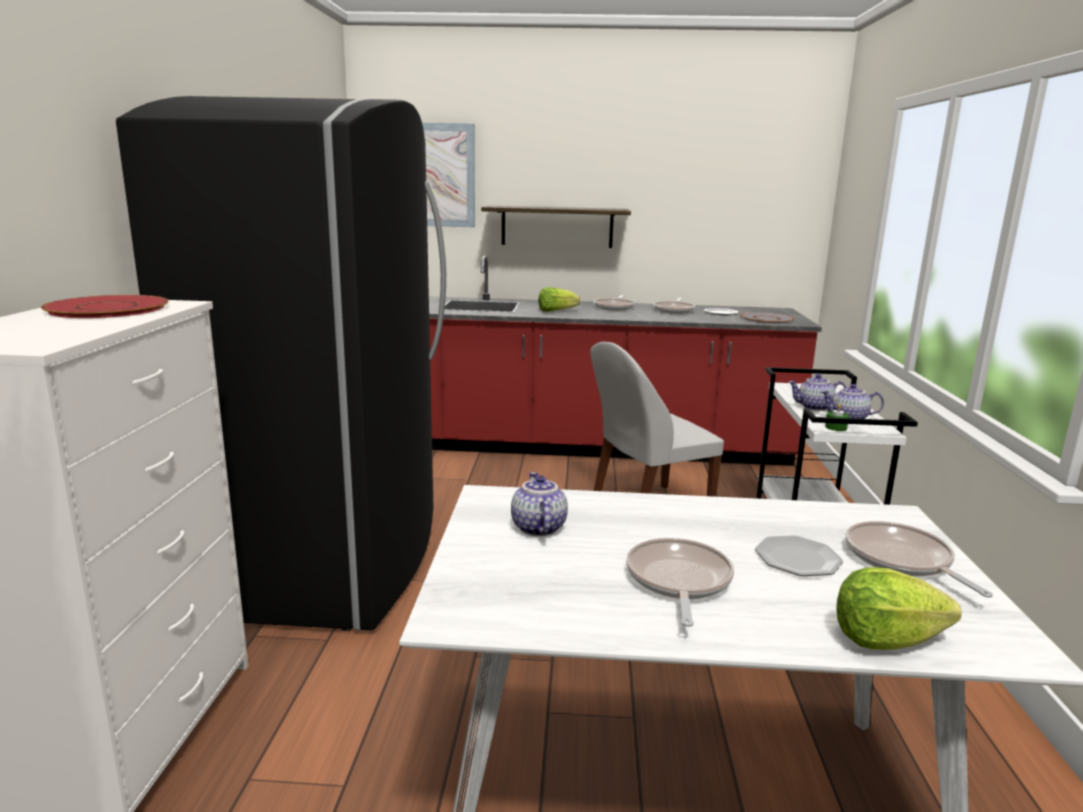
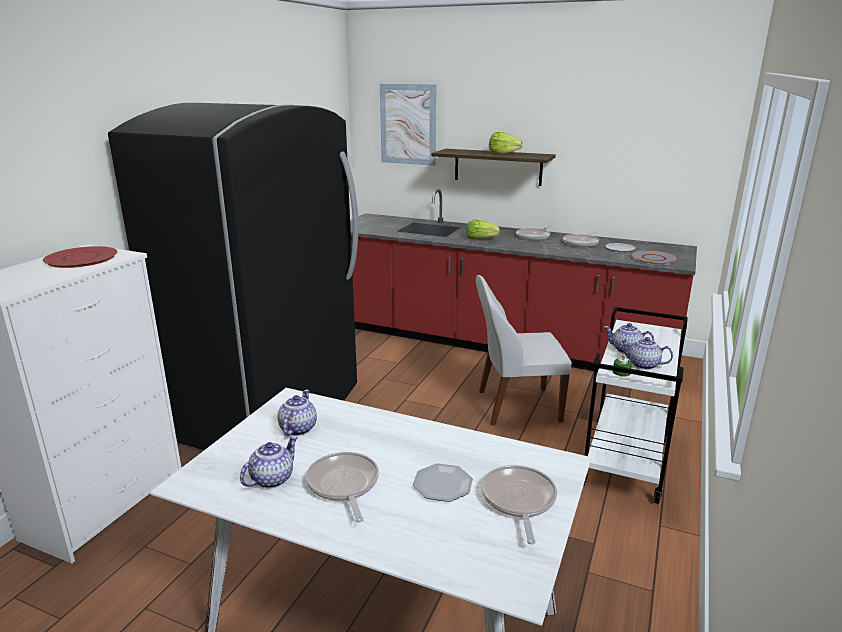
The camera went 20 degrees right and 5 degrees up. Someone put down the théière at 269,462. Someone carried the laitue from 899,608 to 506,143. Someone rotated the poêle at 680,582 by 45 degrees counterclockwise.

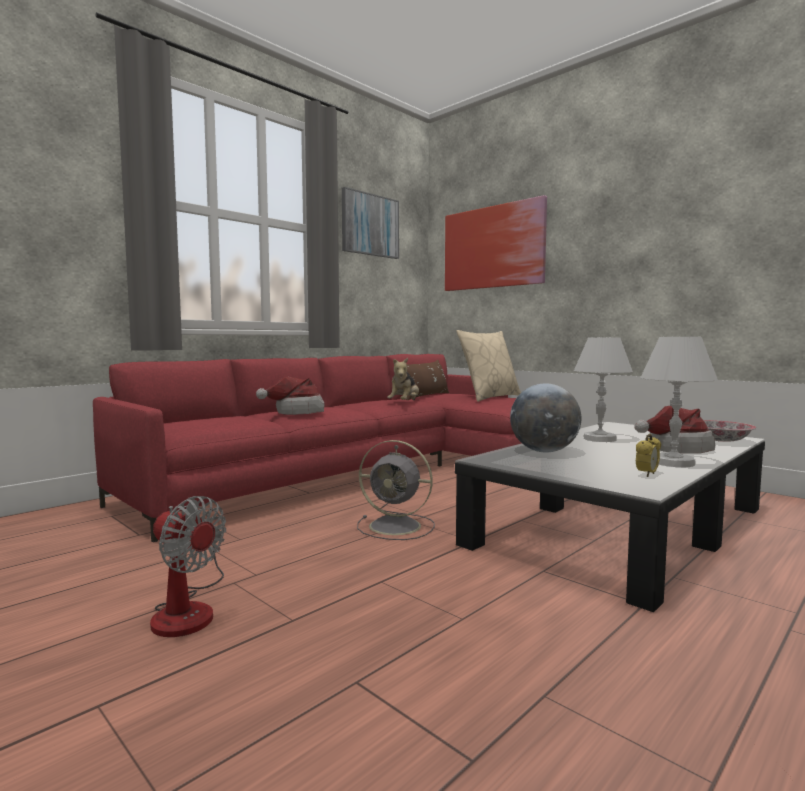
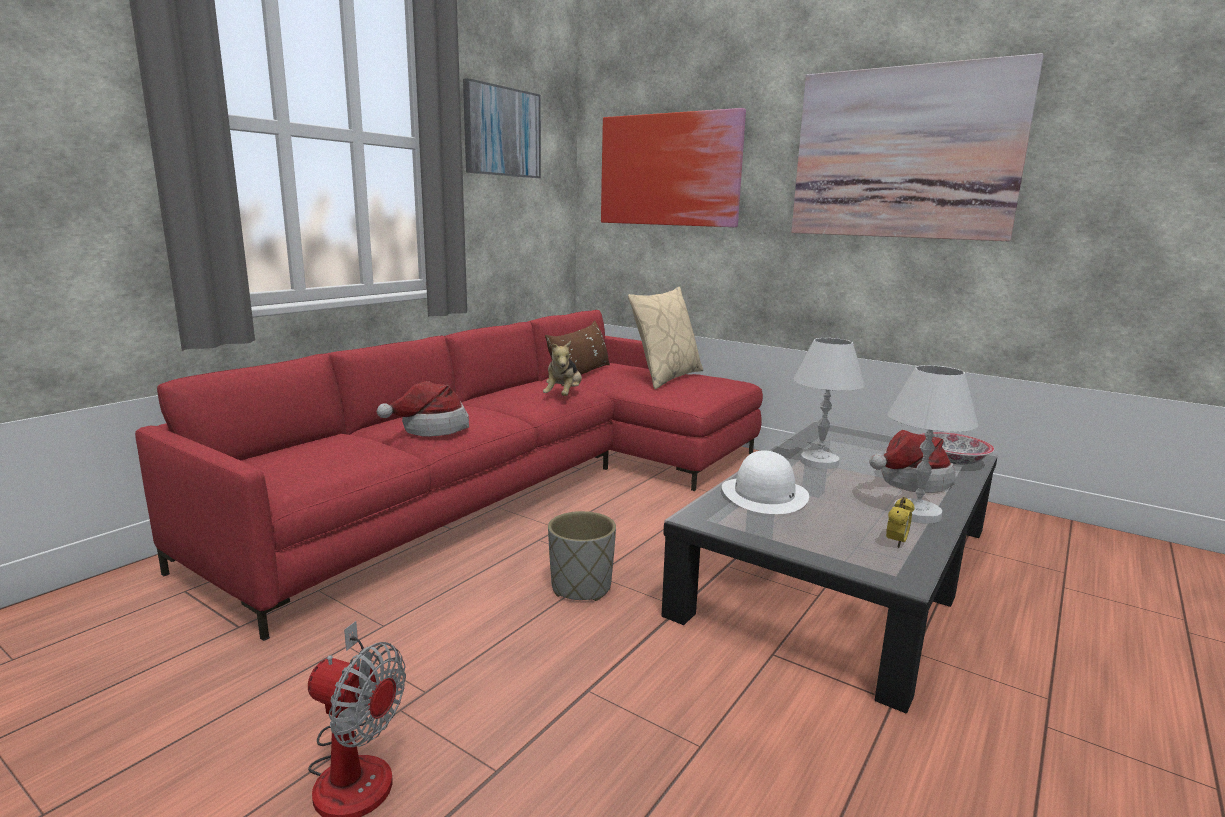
The camera went 10 degrees left and 10 degrees up. Someone put up the tableau at 917,147. Someone swapped the ventilateur/gris at 396,490 for the cache-pot/gris at 582,556. Someone swapped the globe at 545,417 for the chapeau/blanc at 765,482.

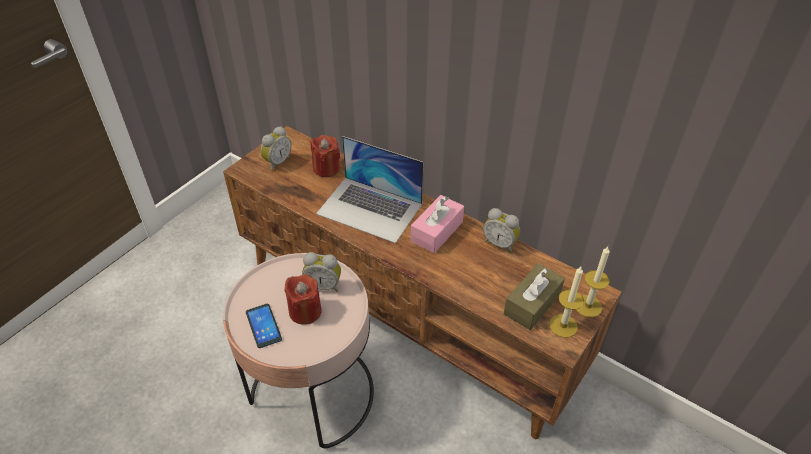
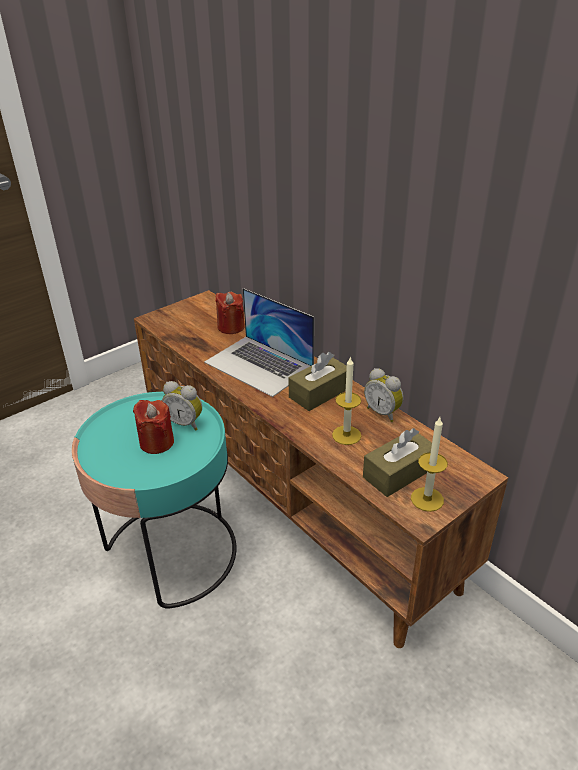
The camera went 15 degrees right and 10 degrees down. Someone took away the téléphone at 264,326. Someone took away the réveil at 276,148. Someone carried the bougie from 593,282 to 346,400. Someone repainted the table d'appoint/rose at 298,350, which became the table d'appoint/turquoise at 154,500. Someone repainted the boîte à mouchoirs/rose at 437,224, which became the boîte à mouchoirs/marron at 317,381.

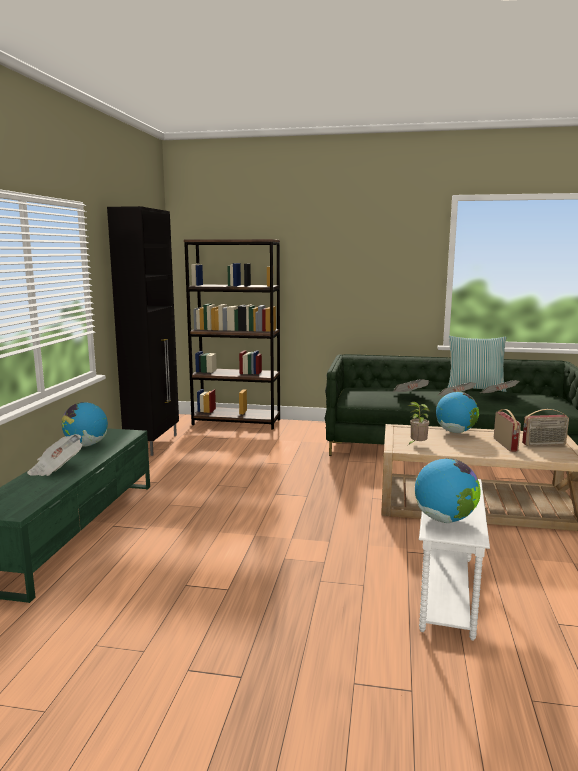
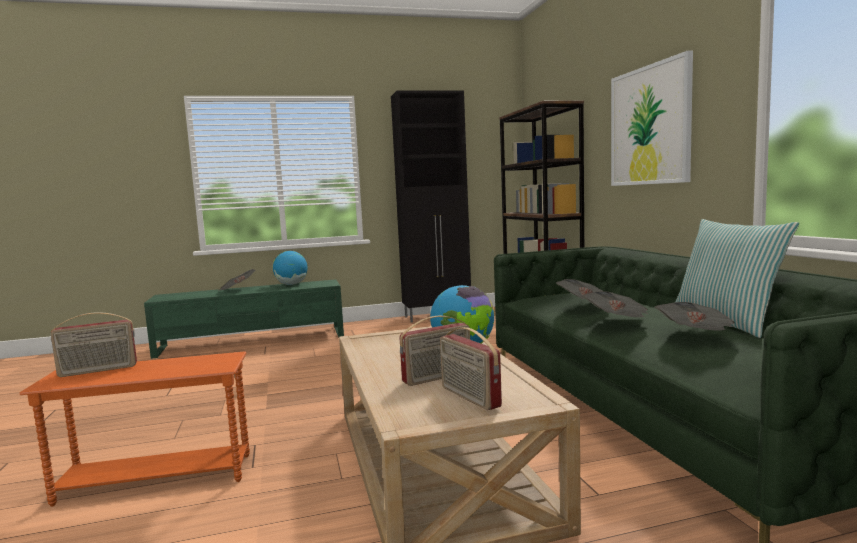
The camera went 65 degrees right and 5 degrees down. Someone took away the plante en pot at 418,424. Someone put up the tableau at 652,118. Someone swapped the globe at 448,490 for the radio at 94,344. Someone repainted the table d'appoint/blanc at 454,560, which became the table d'appoint/orange at 135,429.

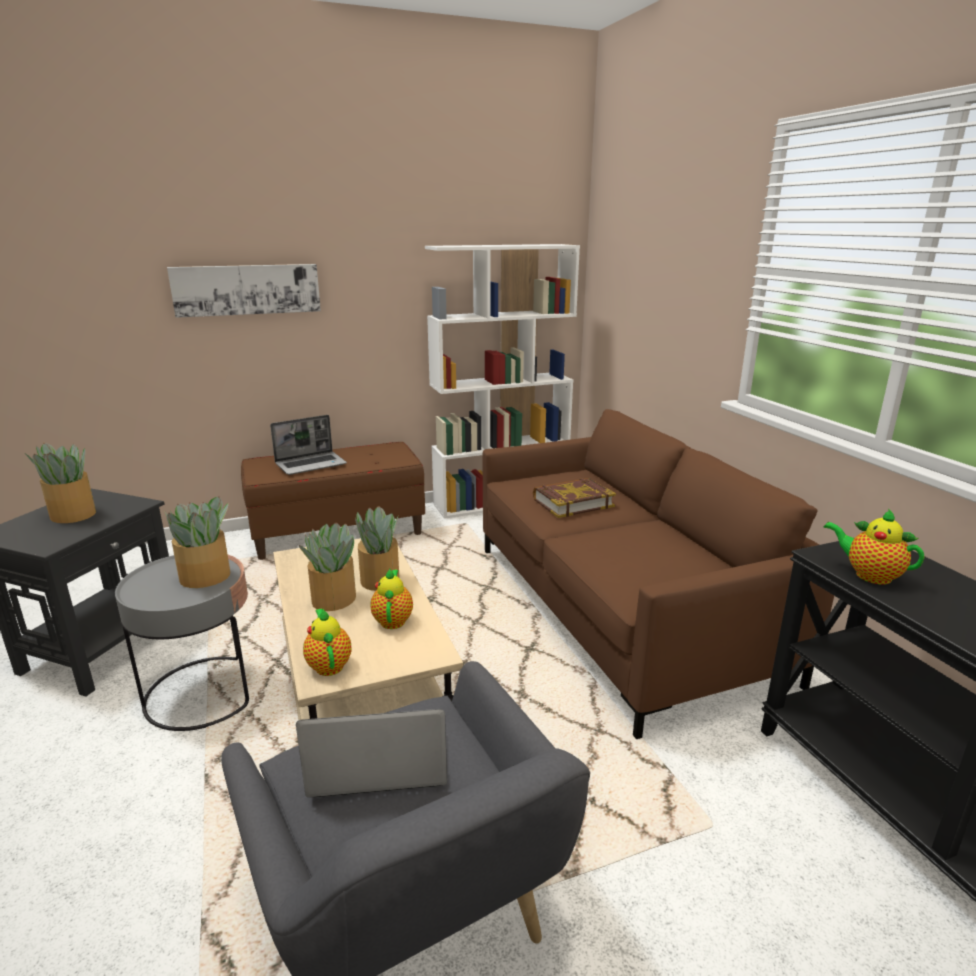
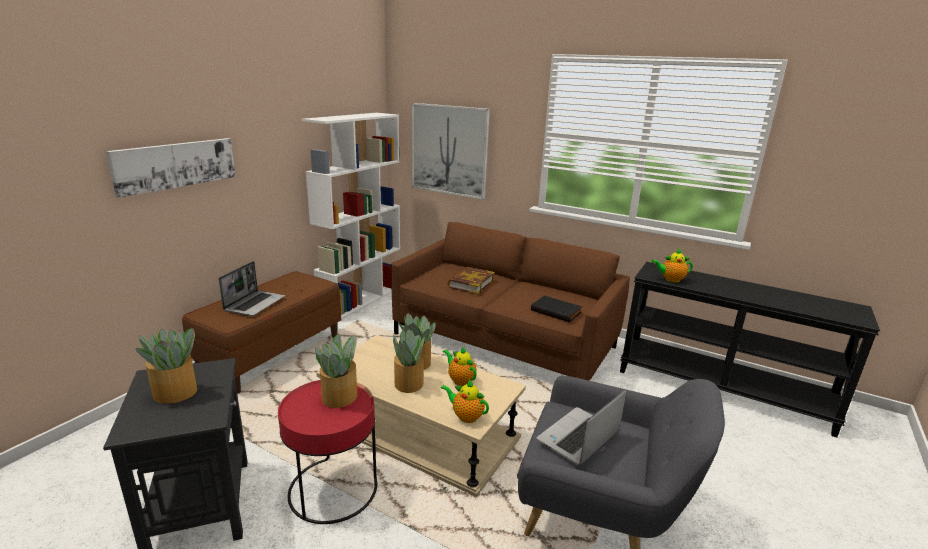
The camera went 40 degrees left and 0 degrees up. Someone put up the tableau at 451,151. Someone put down the livre/noir at 556,309. Someone repainted the table d'appoint/gris at 182,643, which became the table d'appoint/rouge at 327,452.

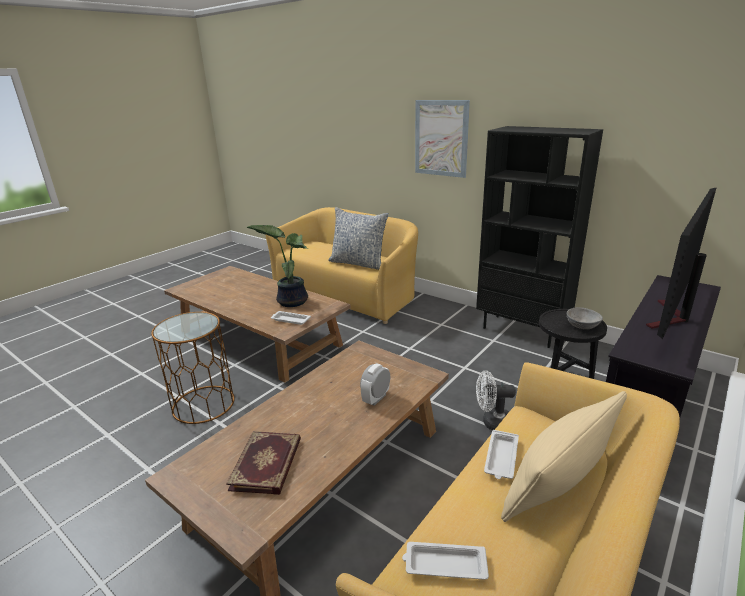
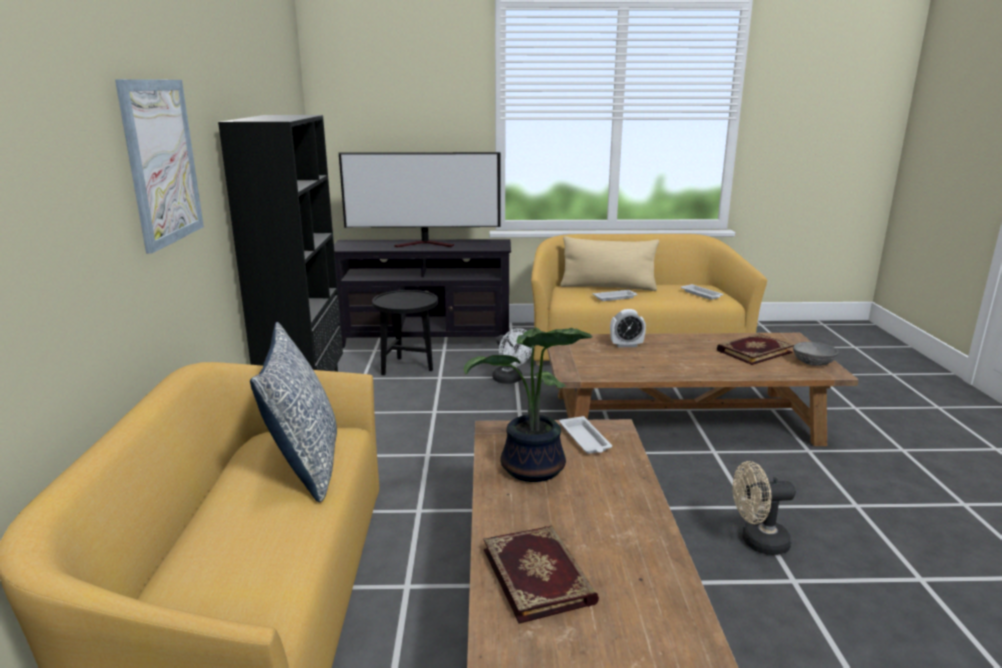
The camera went 130 degrees left and 5 degrees down. Someone put down the livre at 541,574. Someone carried the bol/gris from 585,318 to 815,354. Someone swapped the table d'appoint/marron at 193,368 for the ventilateur/beige at 764,508.

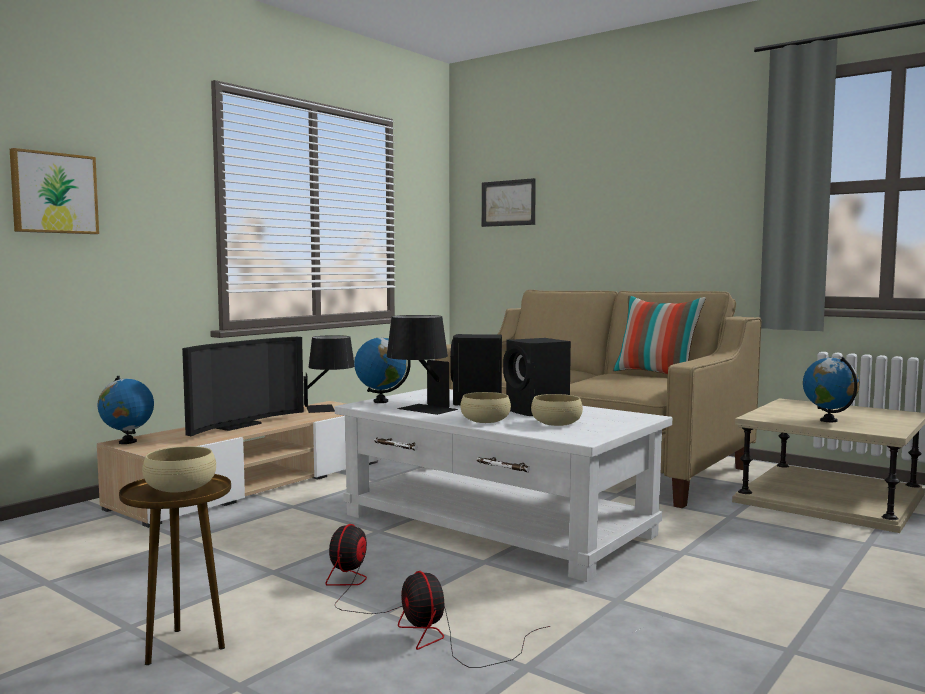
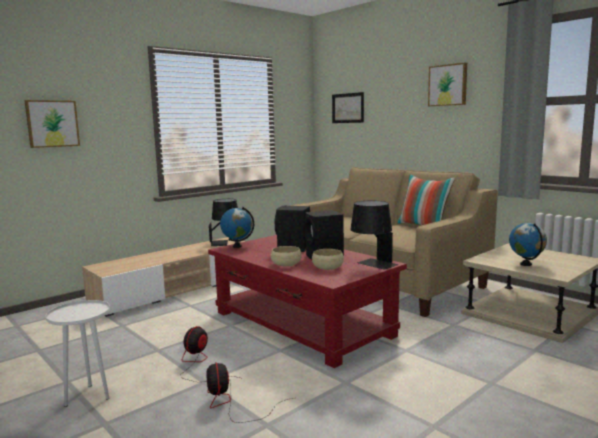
The camera went 10 degrees right and 5 degrees up. Someone took away the globe at 126,410. Someone took away the bol/beige at 179,469. Someone took away the téléviseur at 243,386. Someone put up the tableau at 447,84. Someone carried the lampe de table/noir from 422,365 to 374,235. Someone repainted the table d'appoint/marron at 175,569, which became the table d'appoint/blanc at 77,353. Someone repainted the table basse/blanc at 503,485, which became the table basse/rouge at 307,301.

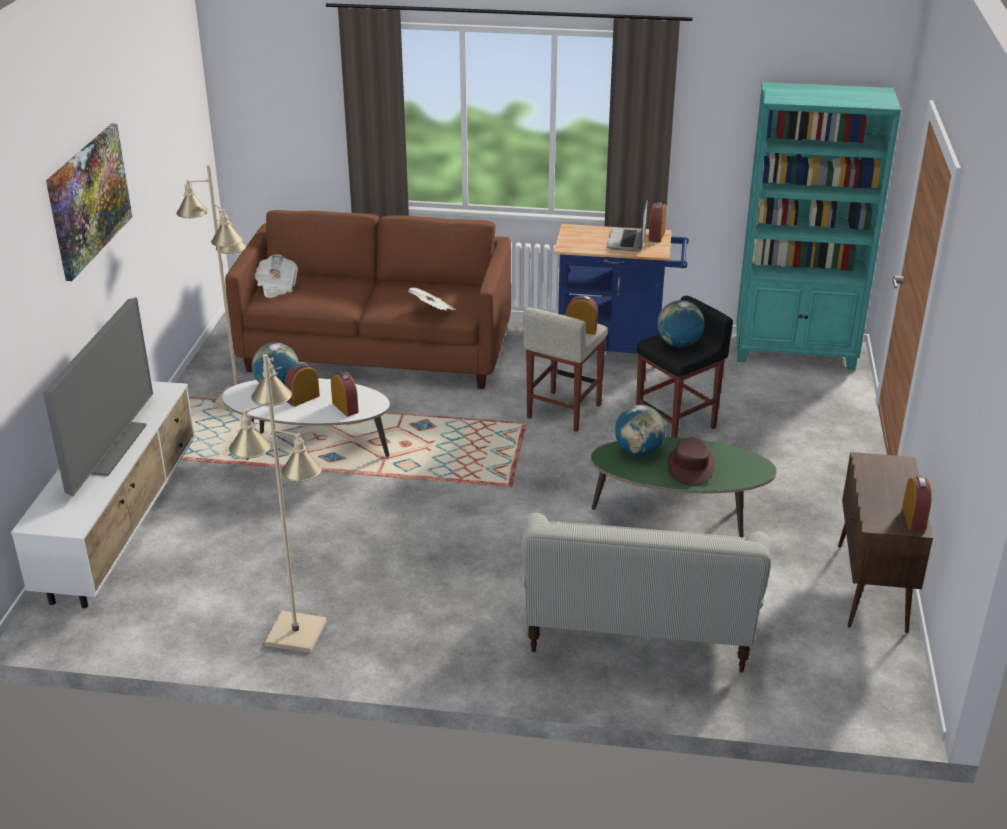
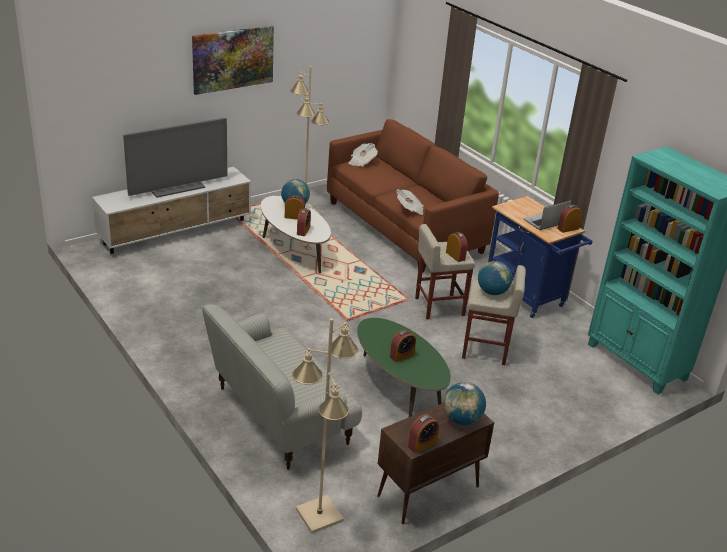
The camera went 45 degrees right and 0 degrees up. Someone carried the lampadaire/beige from 277,503 to 325,426. Someone carried the globe from 640,430 to 465,403. Someone swapped the chapeau/marron at 691,462 for the réveil at 403,346. Someone repainted the tabouret/noir at 684,367, which became the tabouret/beige at 494,315.

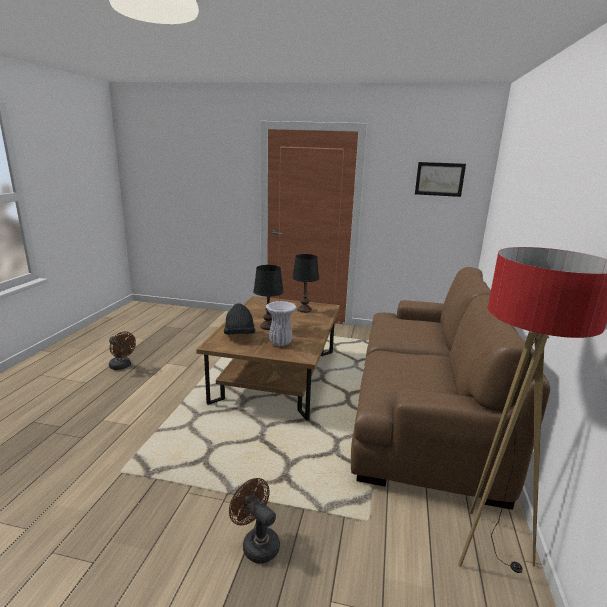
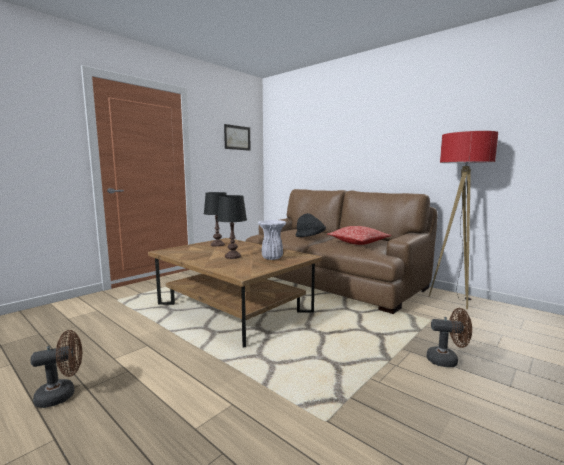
The camera went 60 degrees left and 10 degrees down. Someone put down the coussin at 359,235. Someone carried the chapeau/noir from 239,319 to 311,225. Someone rotated the ventilateur/marron at 254,521 by 150 degrees counterclockwise.

